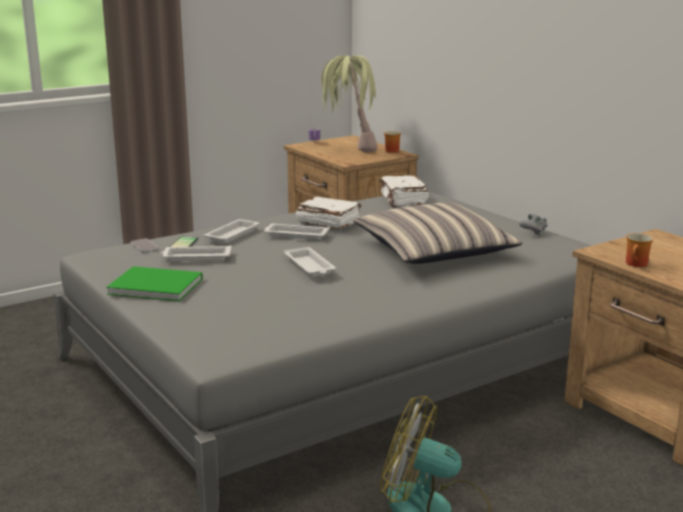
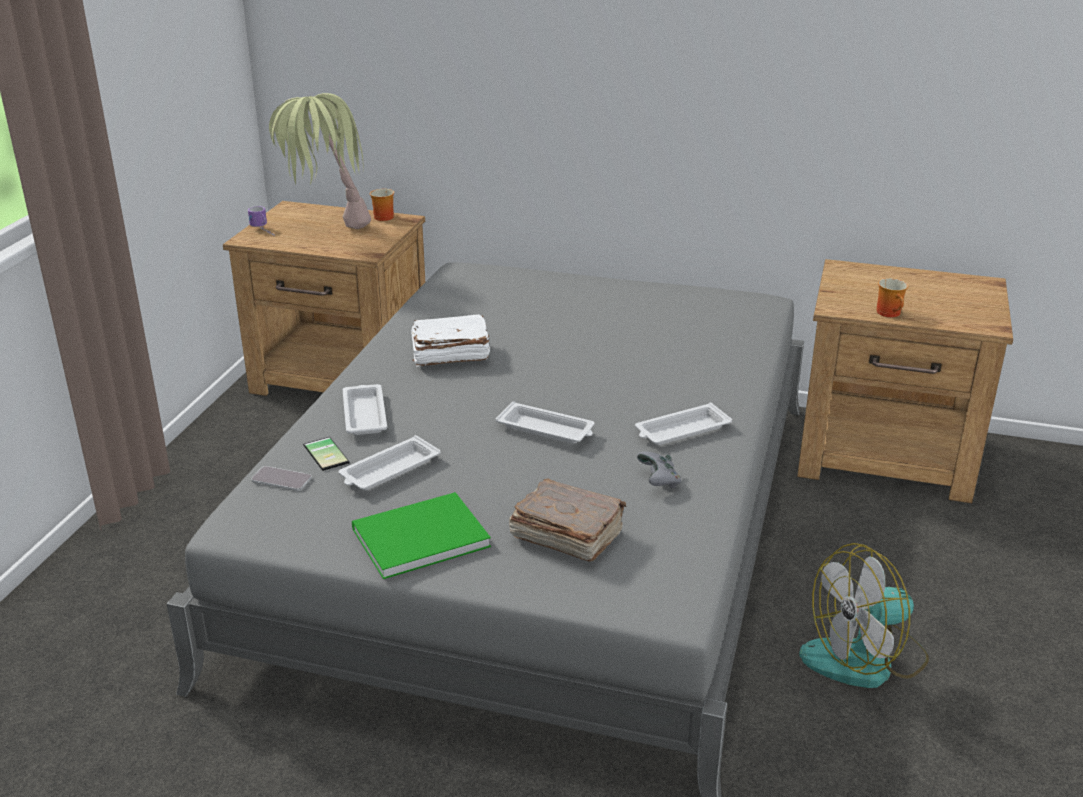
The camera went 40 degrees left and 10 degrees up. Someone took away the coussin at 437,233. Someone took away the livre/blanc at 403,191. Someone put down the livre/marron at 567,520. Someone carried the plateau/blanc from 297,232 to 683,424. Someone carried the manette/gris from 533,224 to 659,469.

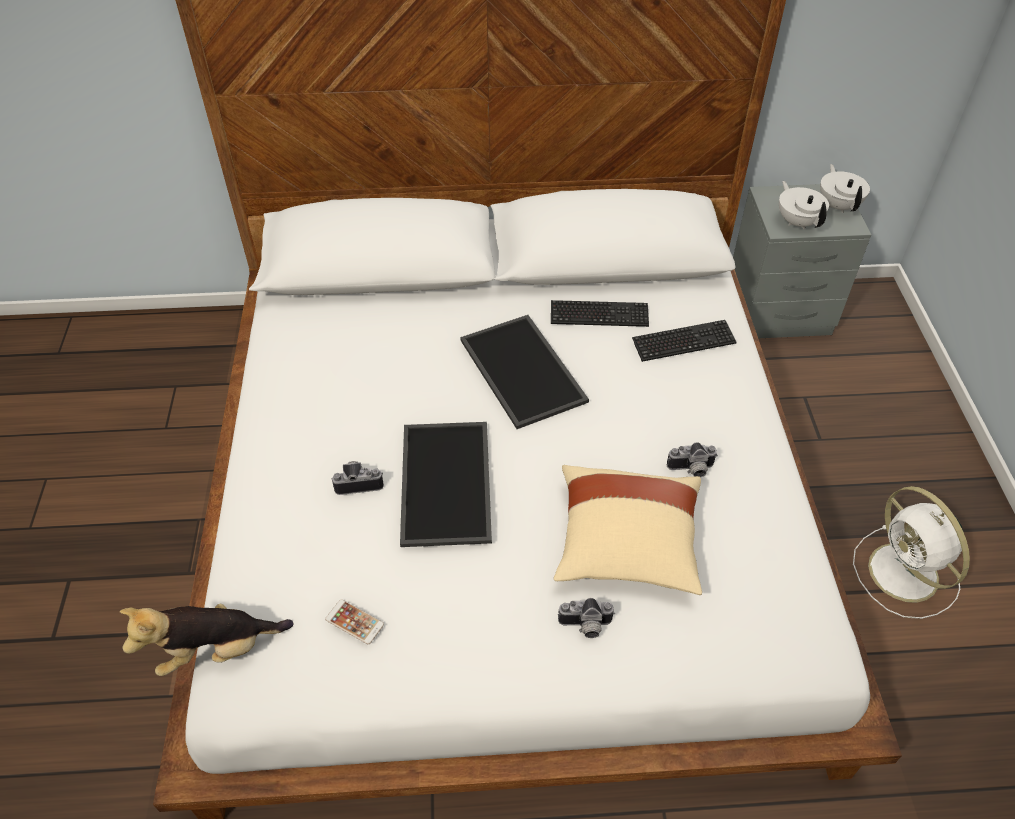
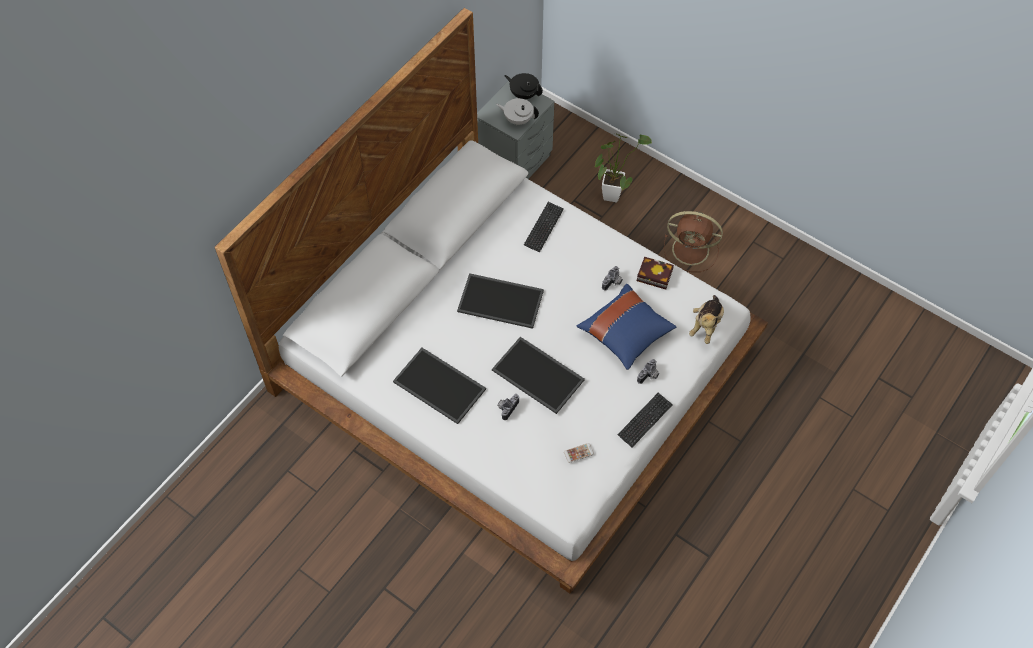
The camera went 50 degrees left and 10 degrees up. Someone put down the plateau at 439,386. Someone put down the plante en pot at 623,167. Someone put down the livre at 655,273. Someone carried the peluche from 207,640 to 706,319. Someone carried the clavier from 600,313 to 645,420. Someone repainted the coussin/beige at 628,530, which became the coussin/bleu at 626,327. Someone repainted the théière/blanc at 845,188, which became the théière/noir at 523,86. Someone repainted the ventilateur/blanc at 911,552, which became the ventilateur/marron at 693,241.

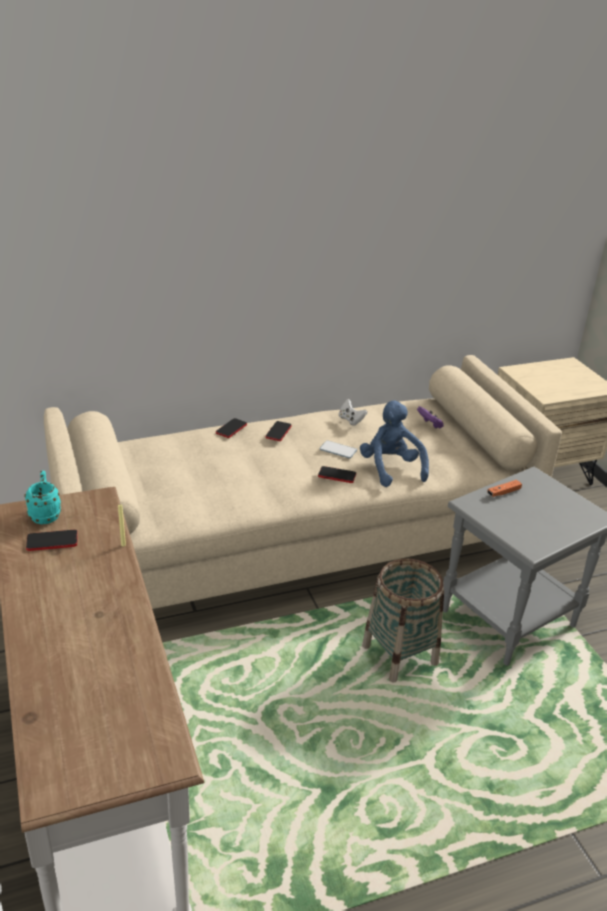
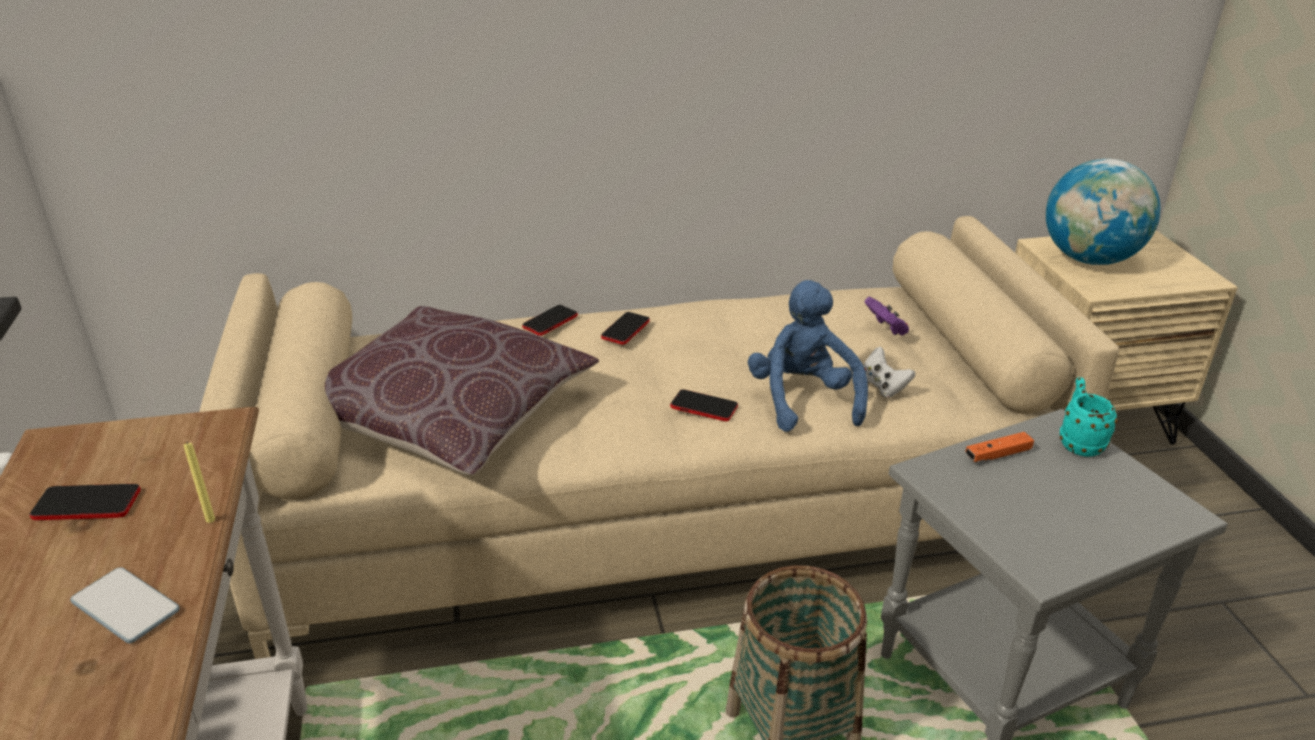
The camera went 10 degrees right and 0 degrees up. Someone put down the coussin/marron at 462,390. Someone put down the globe at 1103,212. Someone carried the mug/turquoise from 43,497 to 1089,417. Someone carried the téléphone from 338,449 to 125,605. Someone carried the manette/blanc from 353,412 to 889,372.

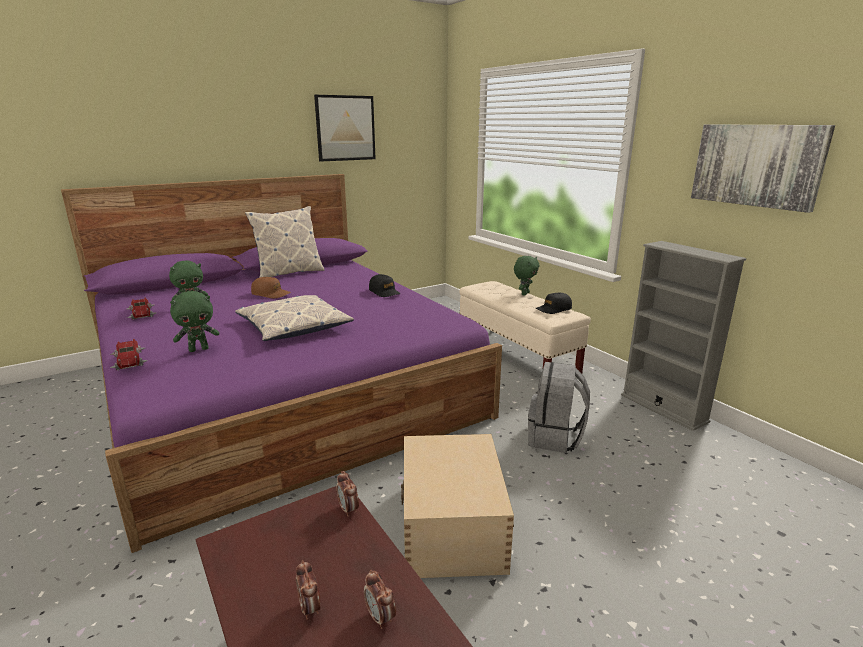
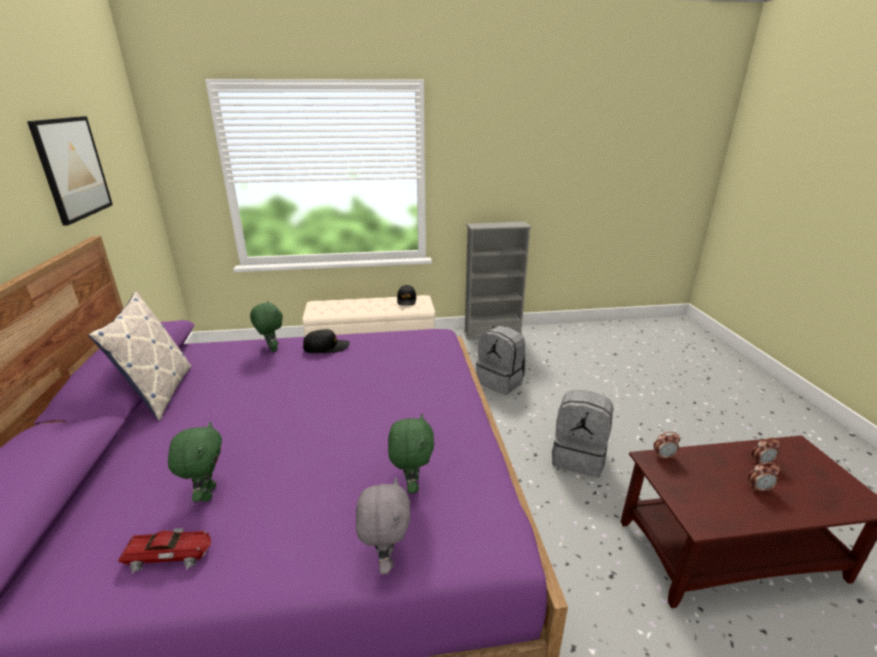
The camera went 65 degrees left and 5 degrees up. Someone took away the coussin at 294,318. Someone took away the casquette/marron at 271,287. Someone took away the tableau at 763,168. Someone carried the peluche/vert from 526,276 to 266,326. Someone swapped the petite voiture at 128,354 for the peluche/gris at 383,525. Someone swapped the boîte de rangement/beige at 457,506 for the sac à dos/gris at 583,433.

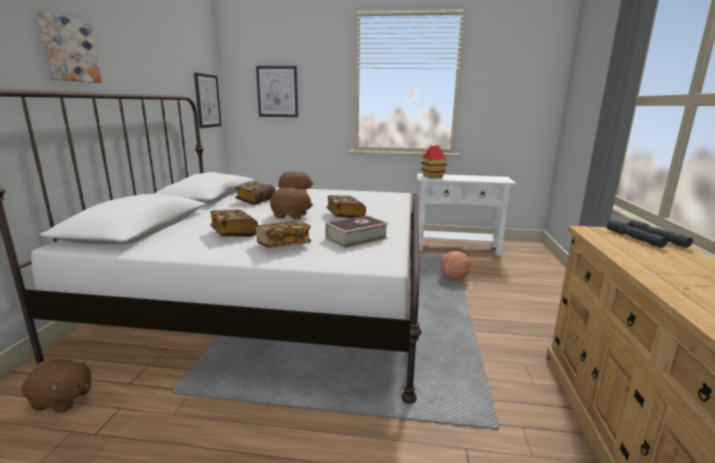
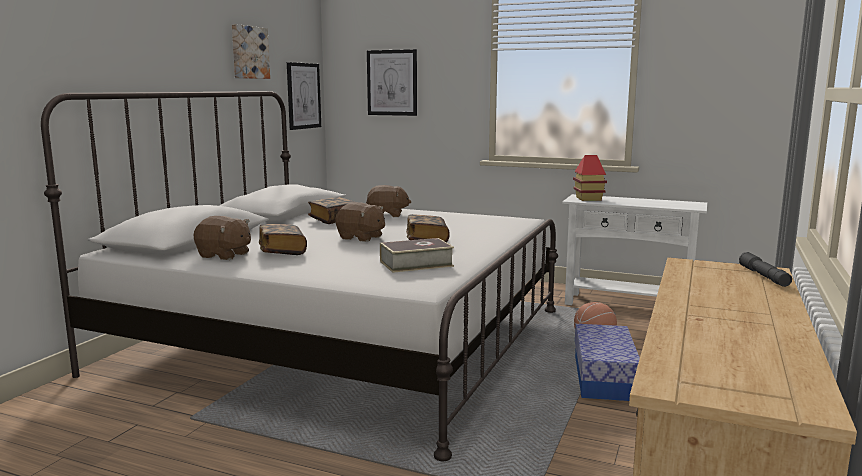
The camera went 15 degrees right and 5 degrees down. Someone took away the livre at 283,234. Someone took away the lampe de poche/gris at 637,233. Someone put down the boîte de rangement at 607,362. Someone carried the peluche/marron from 56,385 to 222,238. Someone carried the tableau from 69,47 to 251,51.

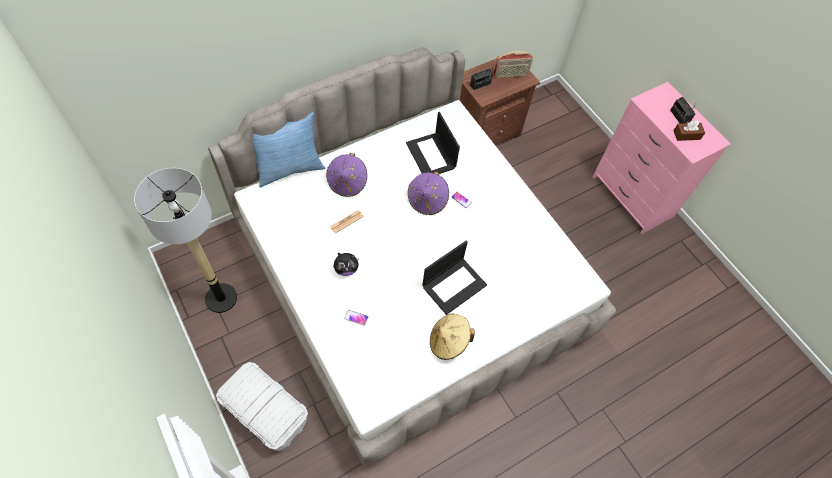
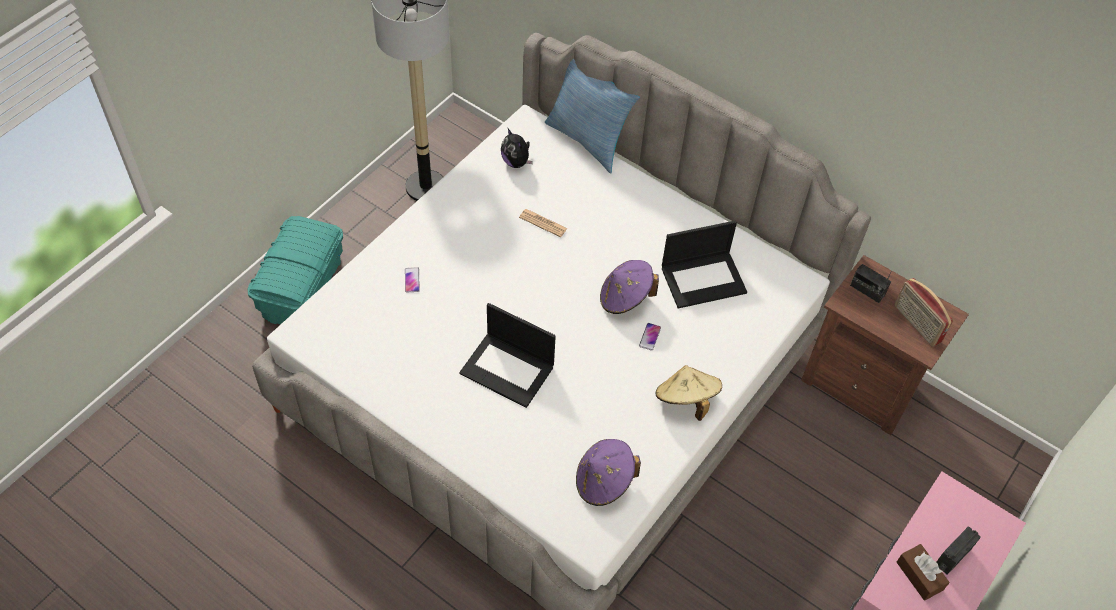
The camera went 70 degrees right and 5 degrees down. Someone carried the chapeau/violet from 346,175 to 608,472. Someone carried the peluche from 346,264 to 517,148. Someone carried the chapeau/beige from 452,337 to 688,393. Someone repainted the boîte de rangement/blanc at 262,406, which became the boîte de rangement/turquoise at 295,270. Someone rotated the ordinateur portable at 433,143 by 150 degrees counterclockwise.

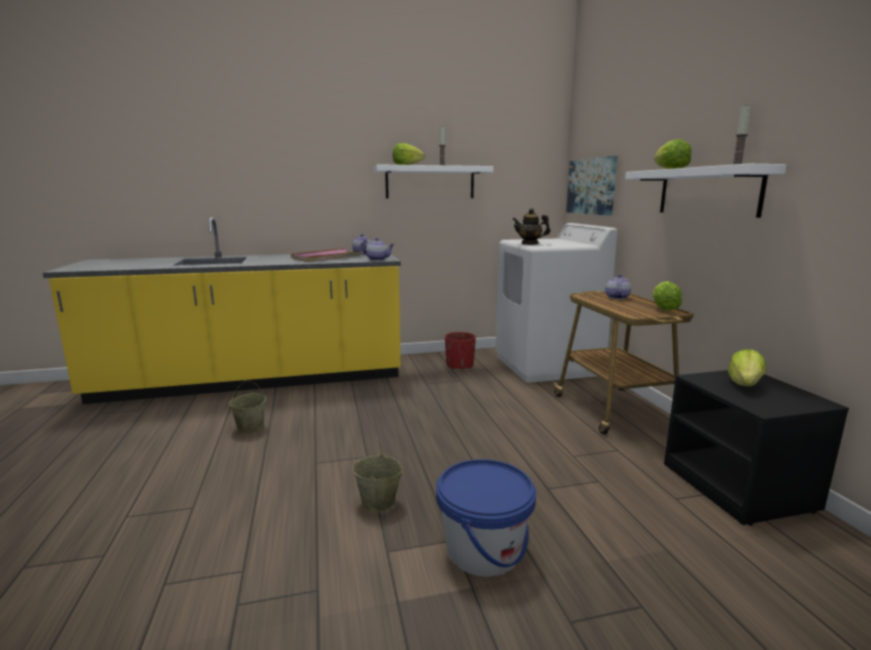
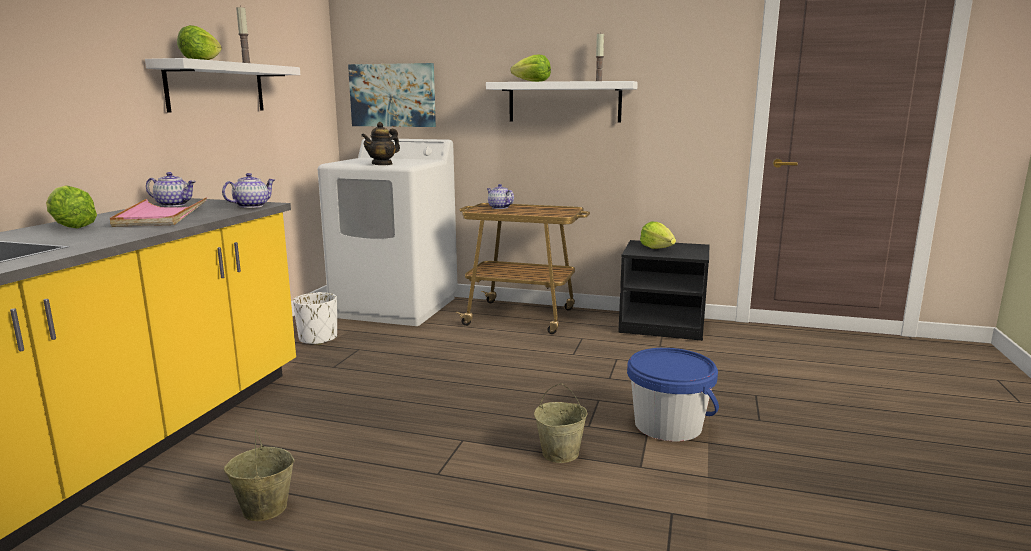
The camera went 60 degrees left and 0 degrees up. Someone carried the laitue from 667,296 to 71,206. Someone repainted the cache-pot/rouge at 460,350, which became the cache-pot/blanc at 315,318.

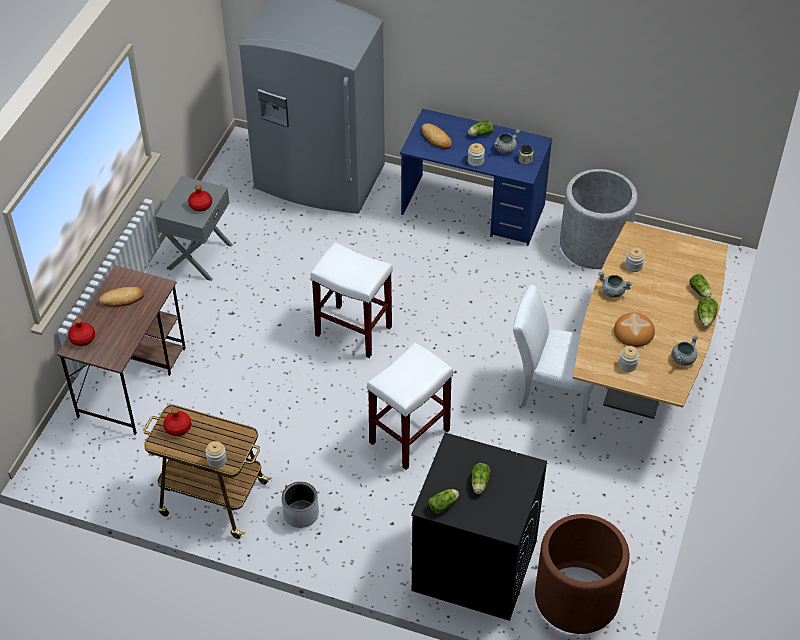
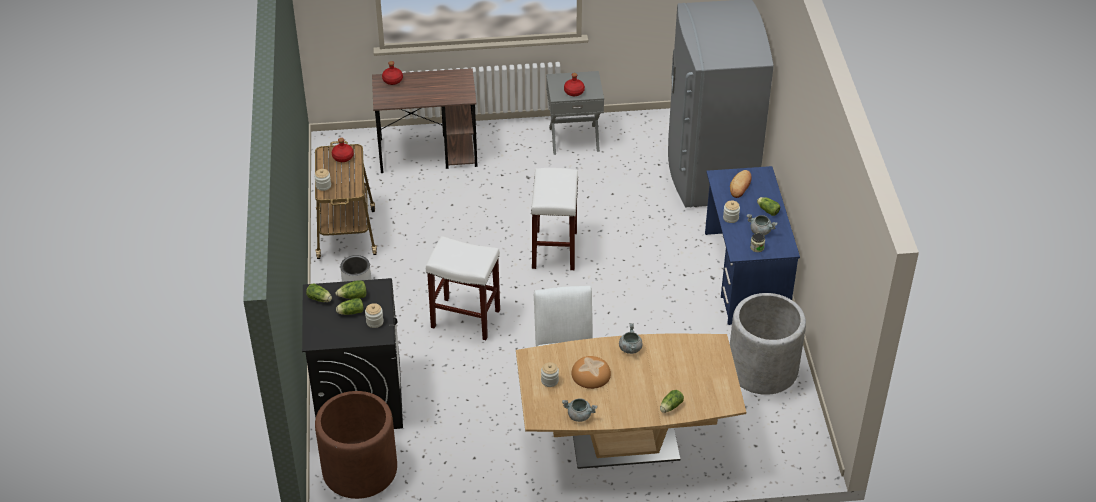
The camera went 65 degrees right and 5 degrees down. Someone took away the pain at 121,297. Someone carried the bocal from 635,259 to 374,315. Someone carried the laitue from 707,312 to 351,289.

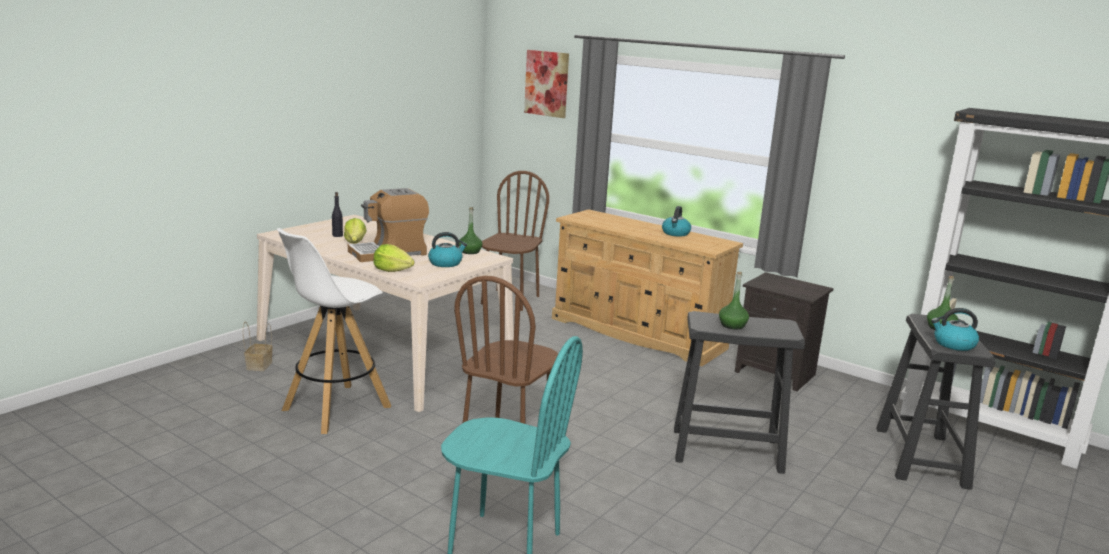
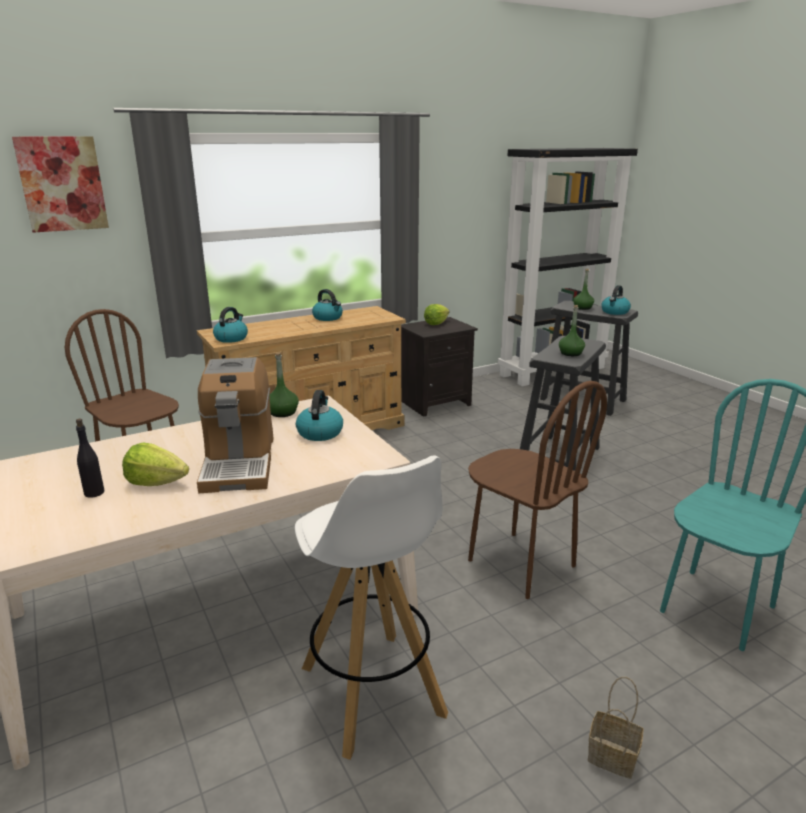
The camera went 65 degrees left and 5 degrees up. Someone put down the bouilloire at 230,325. Someone carried the panier from 257,346 to 615,728. Someone carried the laitue from 394,258 to 436,314.

